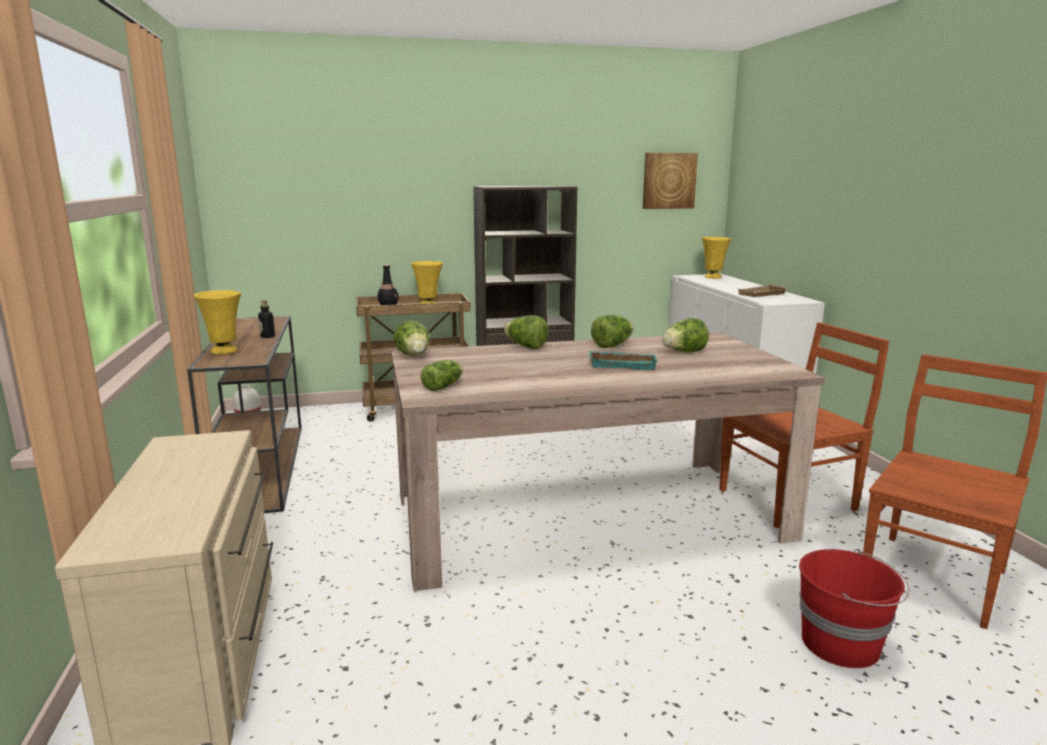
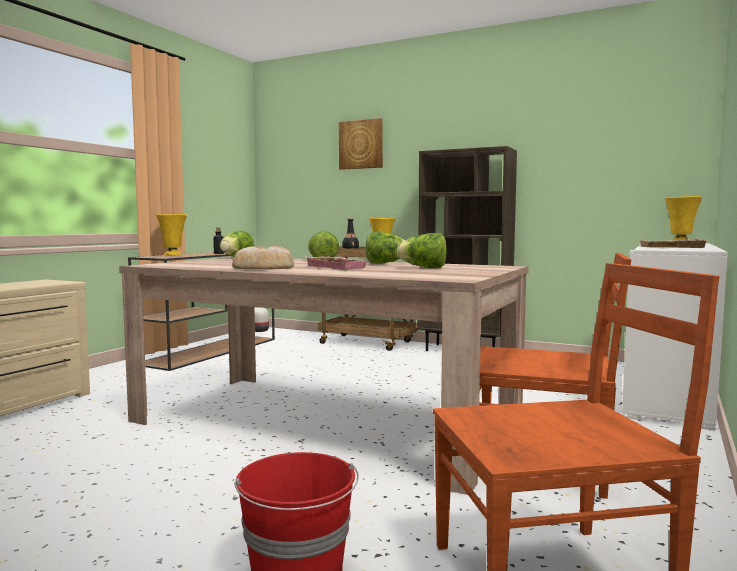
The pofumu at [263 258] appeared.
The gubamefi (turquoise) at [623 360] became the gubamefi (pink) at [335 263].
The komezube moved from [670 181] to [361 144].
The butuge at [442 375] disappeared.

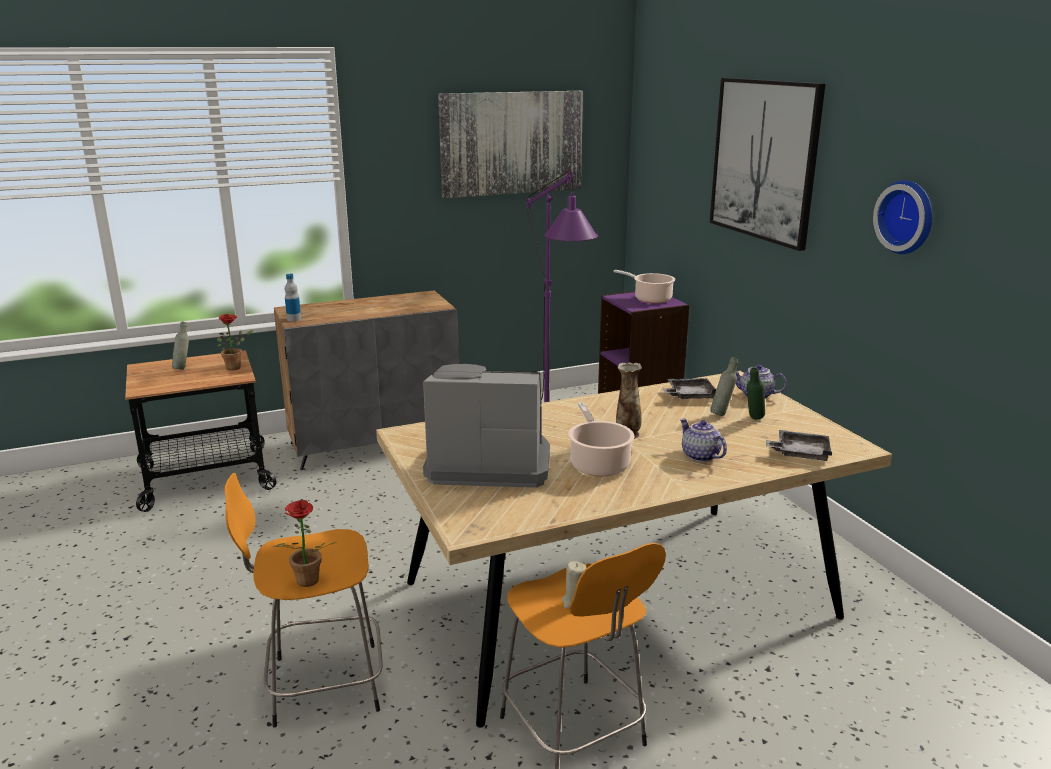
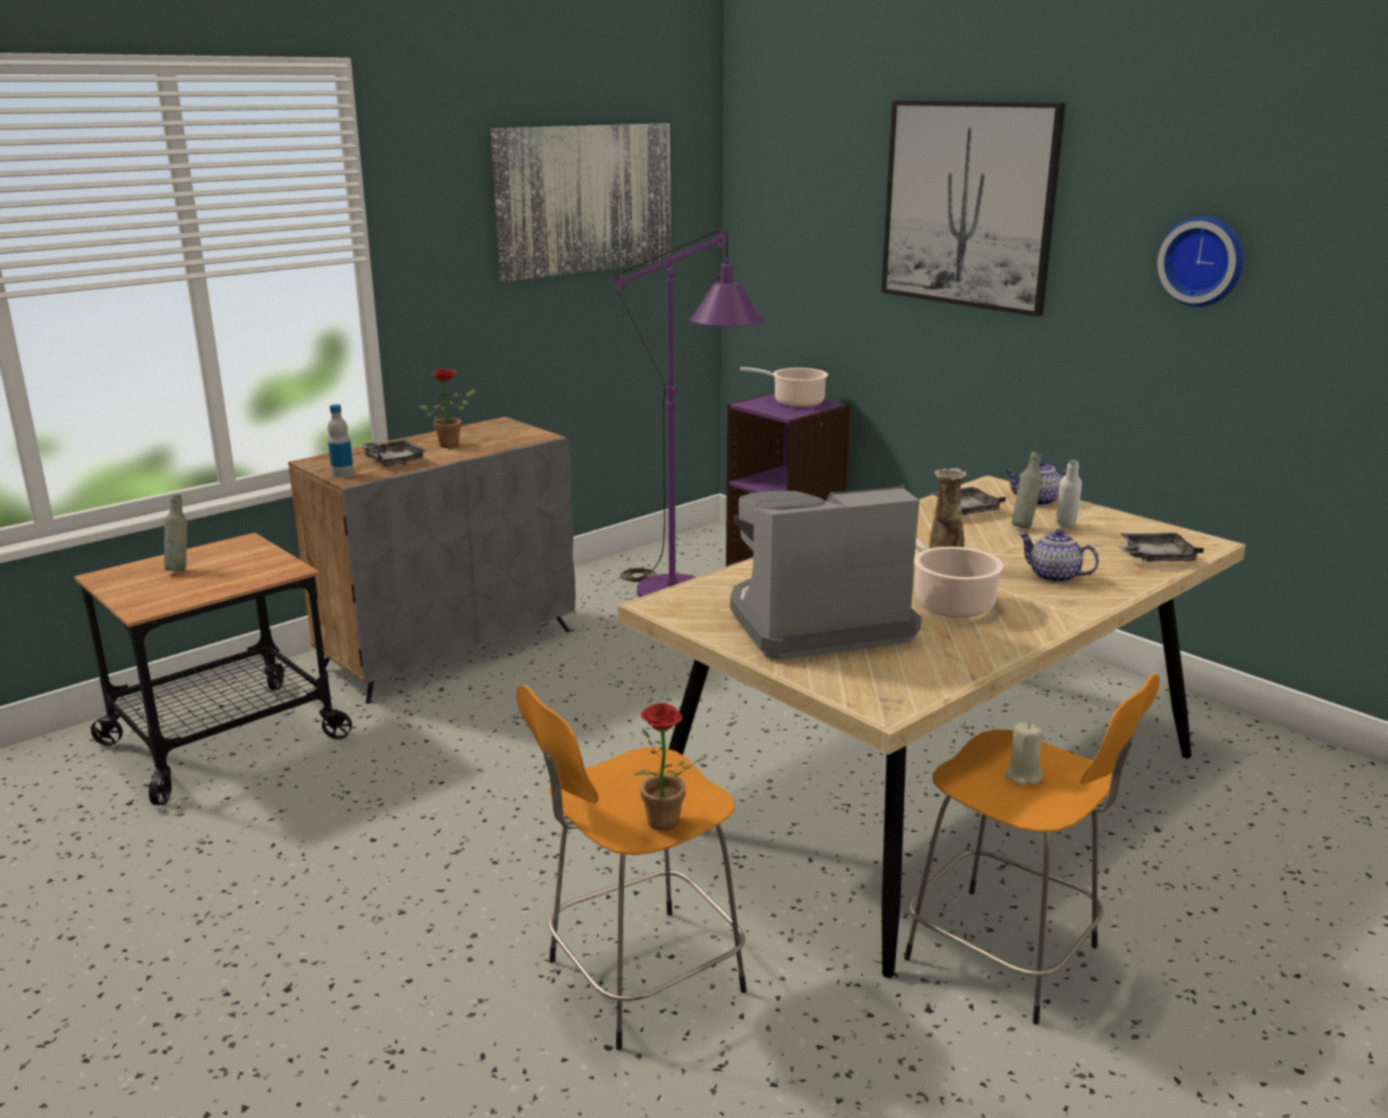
The gubamefi (grey) at [393 453] appeared.
The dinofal moved from [235 342] to [447 408].
The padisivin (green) at [756 393] became the padisivin (white) at [1069 493].

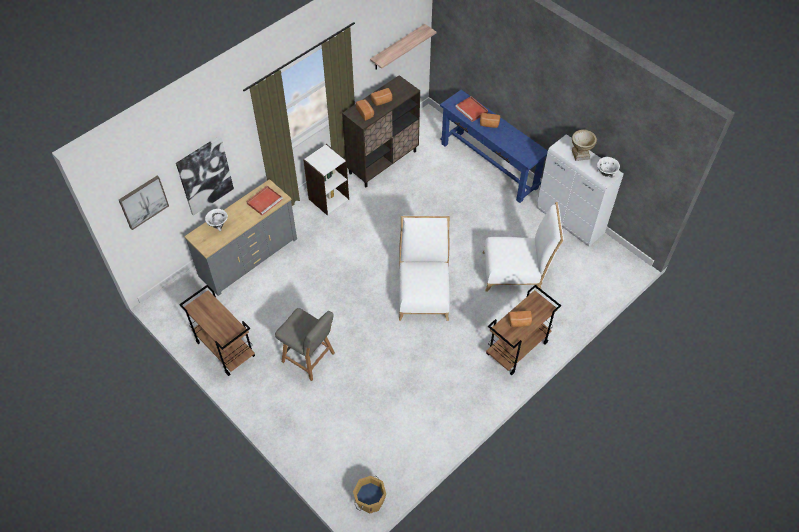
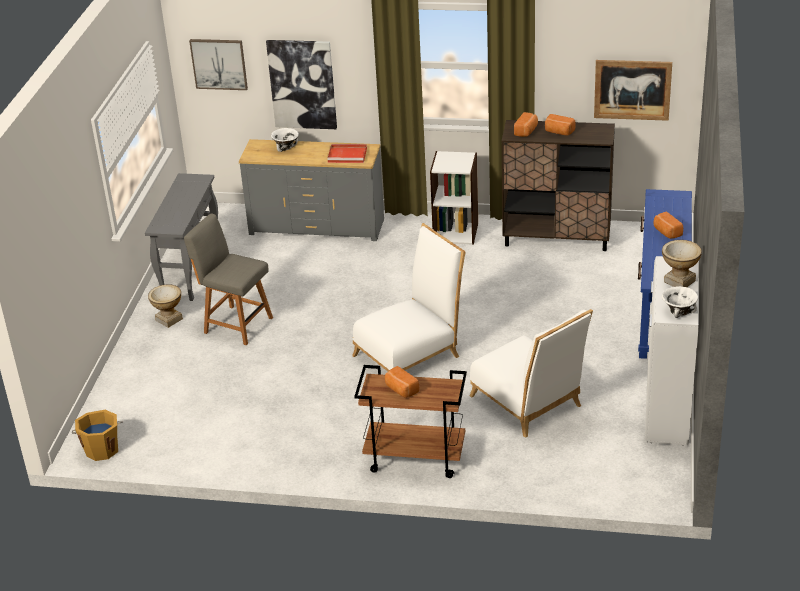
The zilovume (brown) at [217 330] was replaced by the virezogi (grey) at [181 237].
The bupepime at [165 306] appeared.
The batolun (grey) at [305 344] turned 120 degrees clockwise.
The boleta at [403 47] was replaced by the komezube at [633 90].
The gubamefi (red) at [471 109] disappeared.

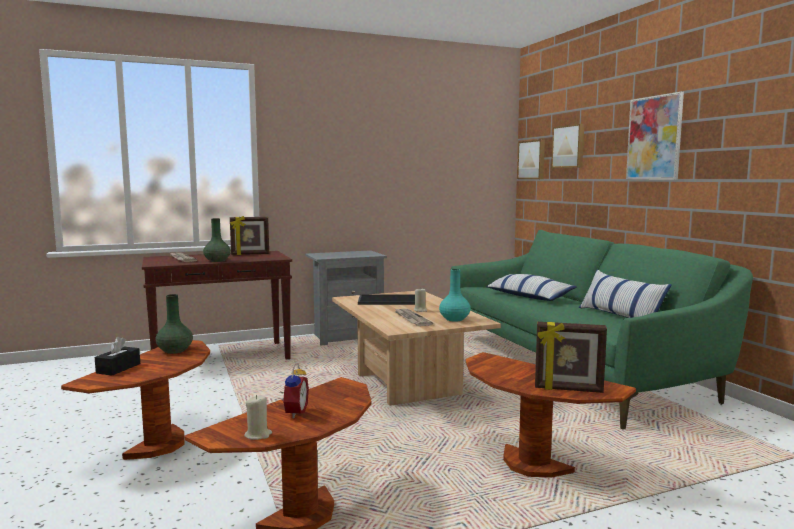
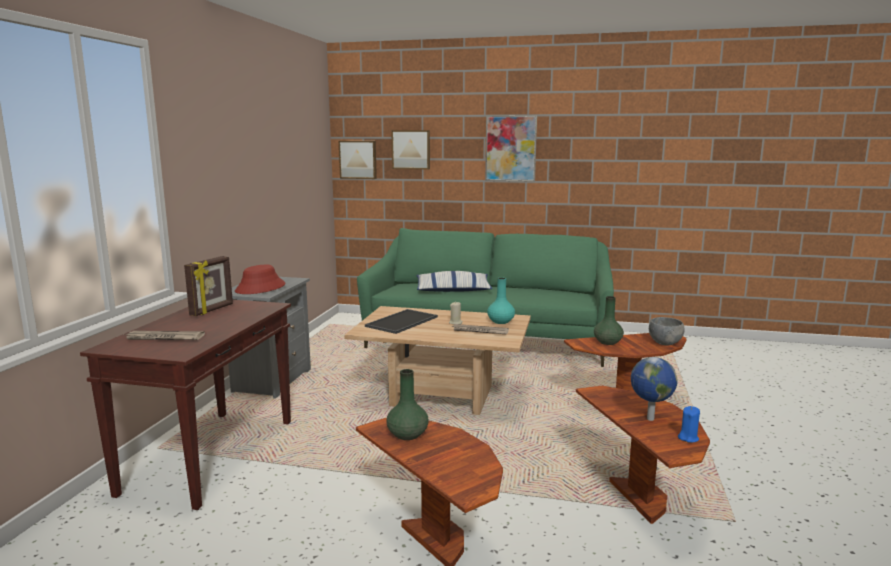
The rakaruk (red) at [260 279] appeared.
The bupepime (green) moved from [217 240] to [609 320].
The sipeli at [295 390] was replaced by the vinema at [654 389].
The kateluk at [571 357] was replaced by the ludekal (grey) at [666 331].
The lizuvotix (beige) at [258 417] became the lizuvotix (blue) at [689 424].
The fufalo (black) at [117 356] disappeared.
The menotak at [625 293] disappeared.

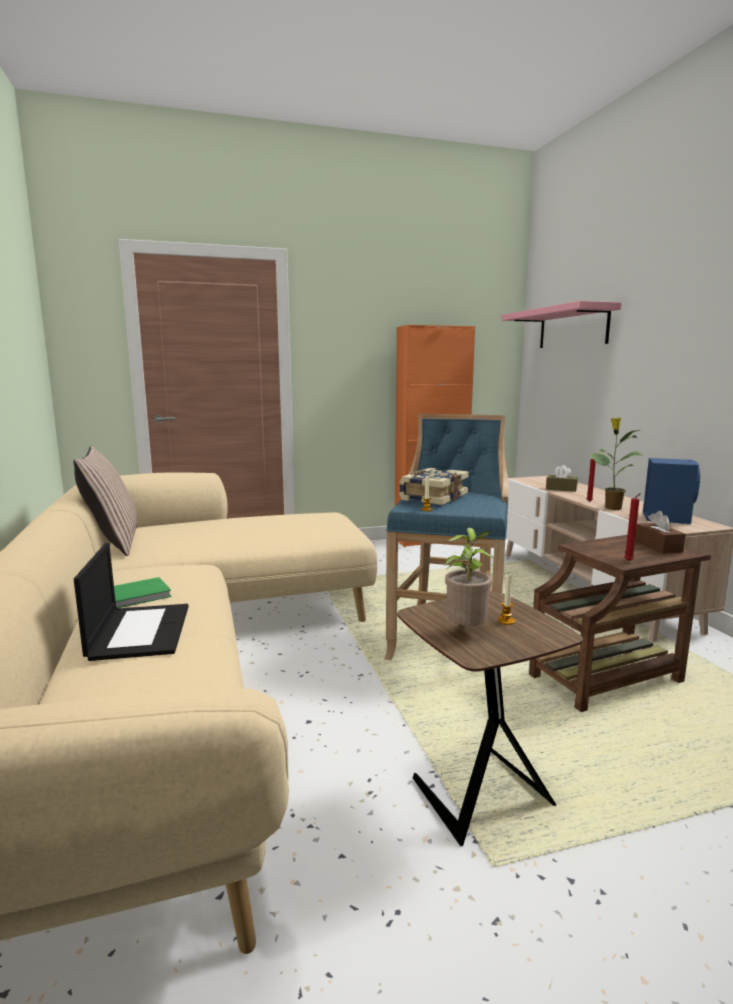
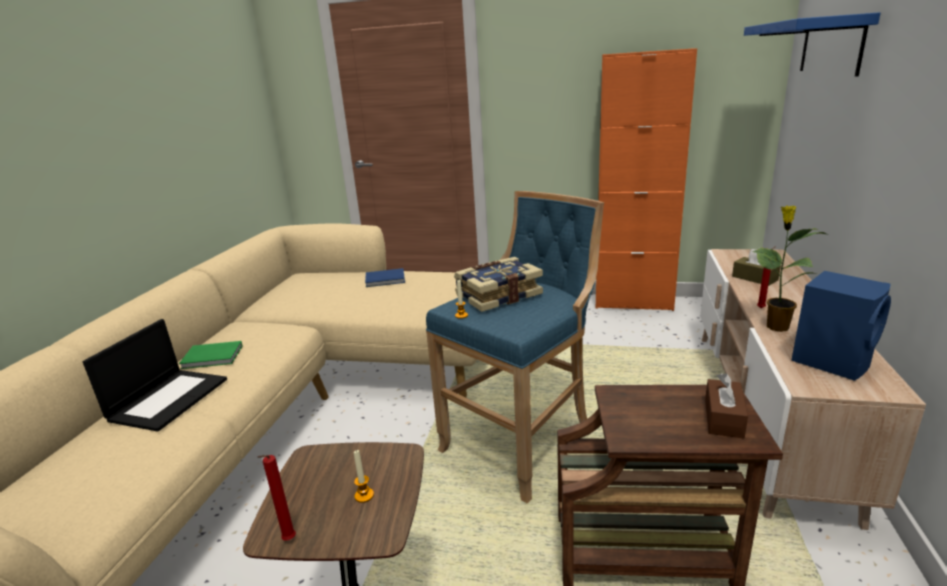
The lizuvotix (red) moved from [632 527] to [276 498].
The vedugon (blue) at [385 277] appeared.
The boleta (pink) at [561 324] became the boleta (blue) at [812 44].
The menotak at [105 501] disappeared.
The dinofal at [469 577] disappeared.

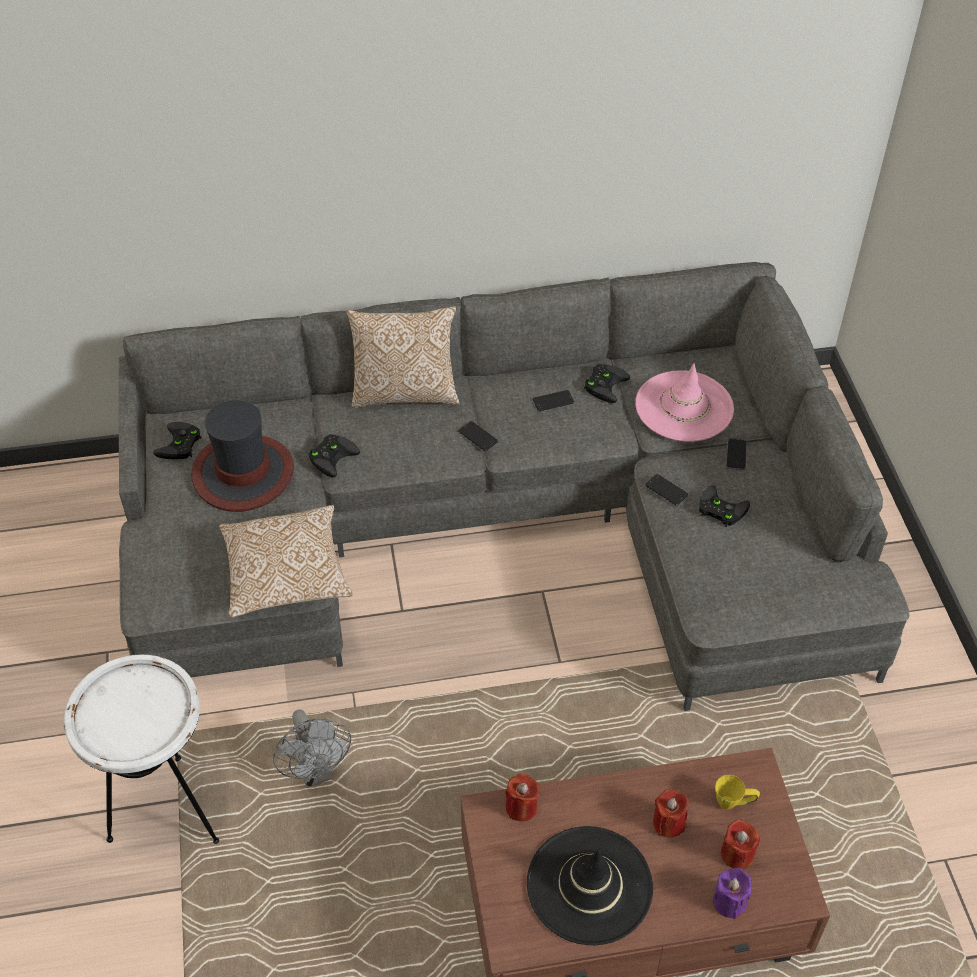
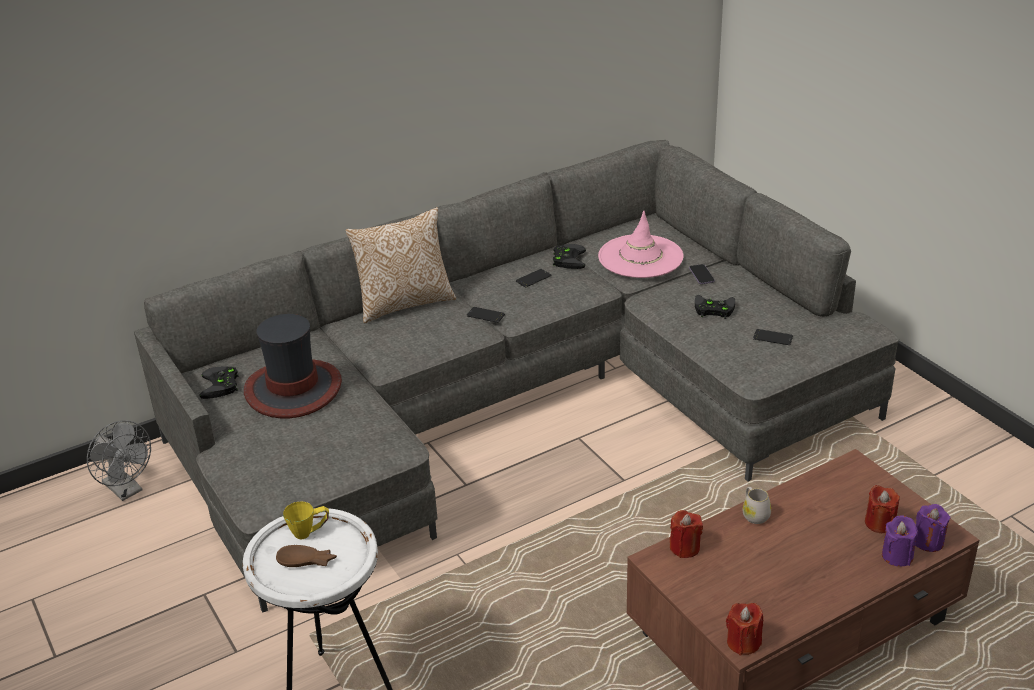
The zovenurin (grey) moved from [312 748] to [119 460].
The ludekal (brown) at [306 556] appeared.
The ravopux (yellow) moved from [737 792] to [306 520].
The lizuvotix (red) moved from [670 813] to [744 629].
The ravopux (white) at [757 505] appeared.
The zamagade moved from [666 490] to [773 337].
The lizuvotix (purple) at [932 528] appeared.
The menotak at [286 561] disappeared.
The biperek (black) at [334 455] disappeared.
The rakaruk (black) at [590 885] disappeared.

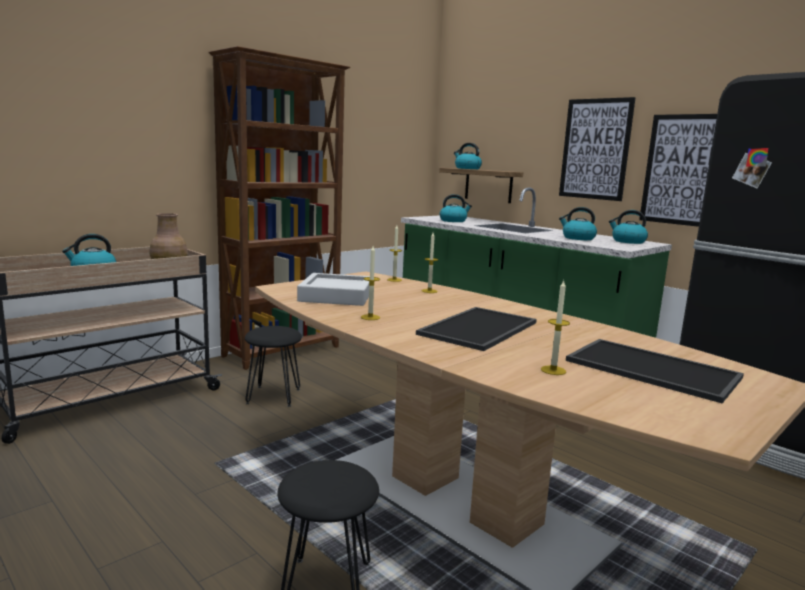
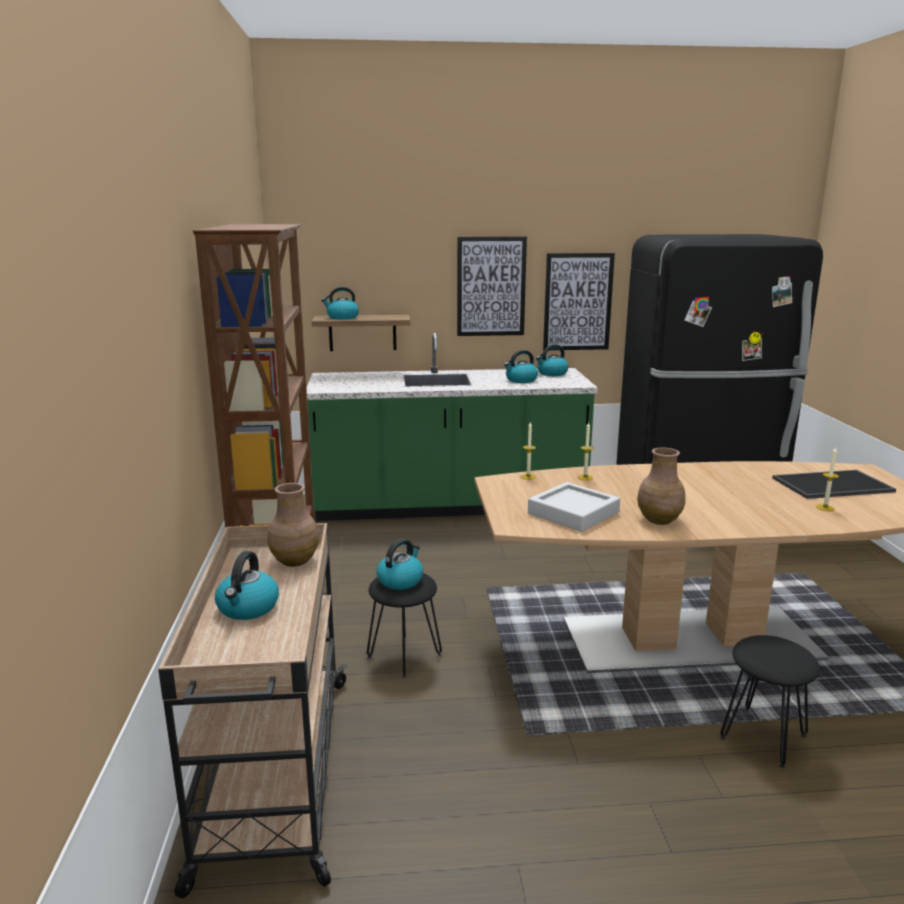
The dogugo moved from [456 208] to [399 564].
The lizuvotix at [370 283] was replaced by the bupepime (brown) at [661 486].
The gubamefi at [476 329] disappeared.

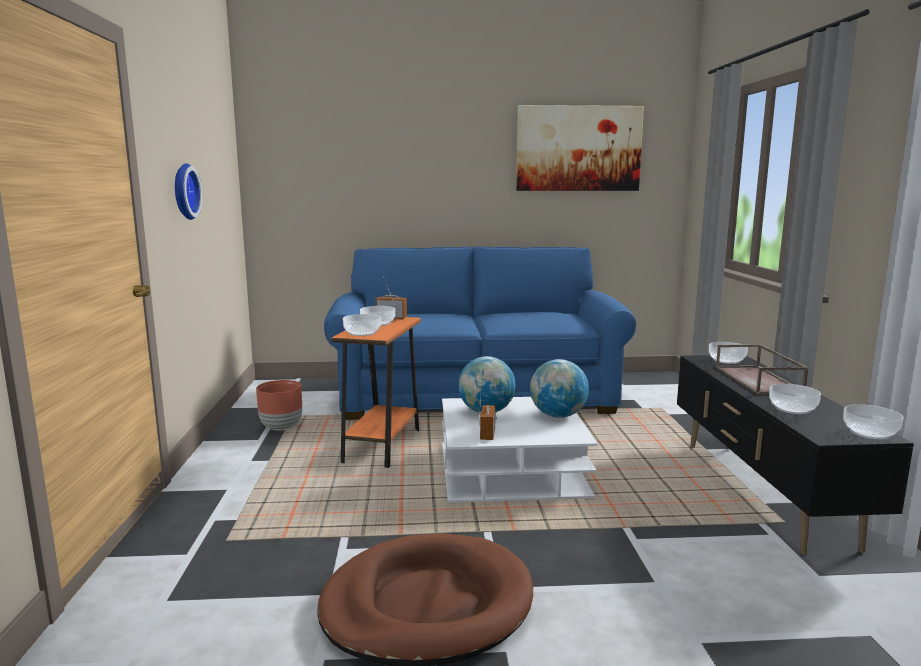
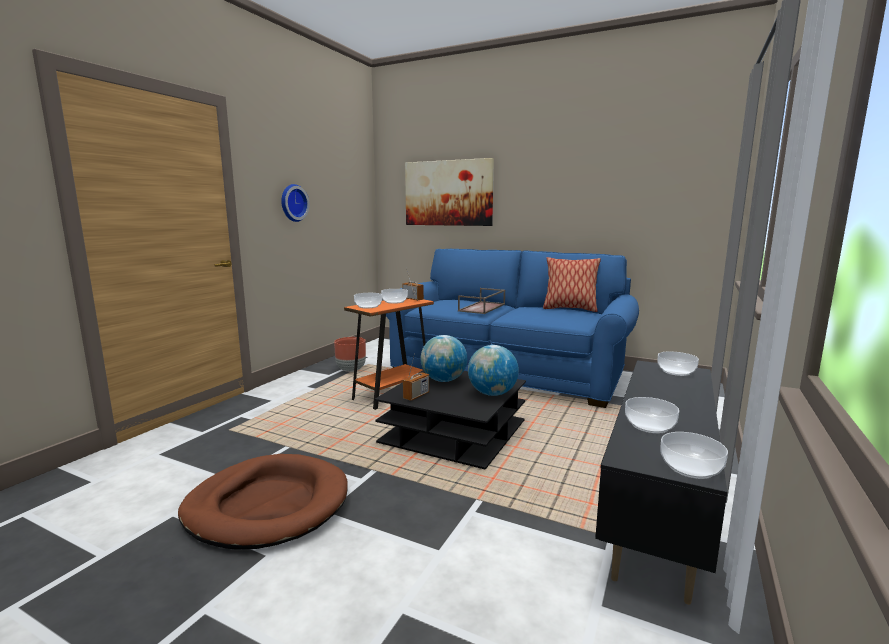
The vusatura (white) at [520 450] became the vusatura (black) at [450 420].
The komezube moved from [580 148] to [449 192].
The gubamefi (brown) moved from [762 369] to [481 301].
The menotak at [572 284] appeared.

